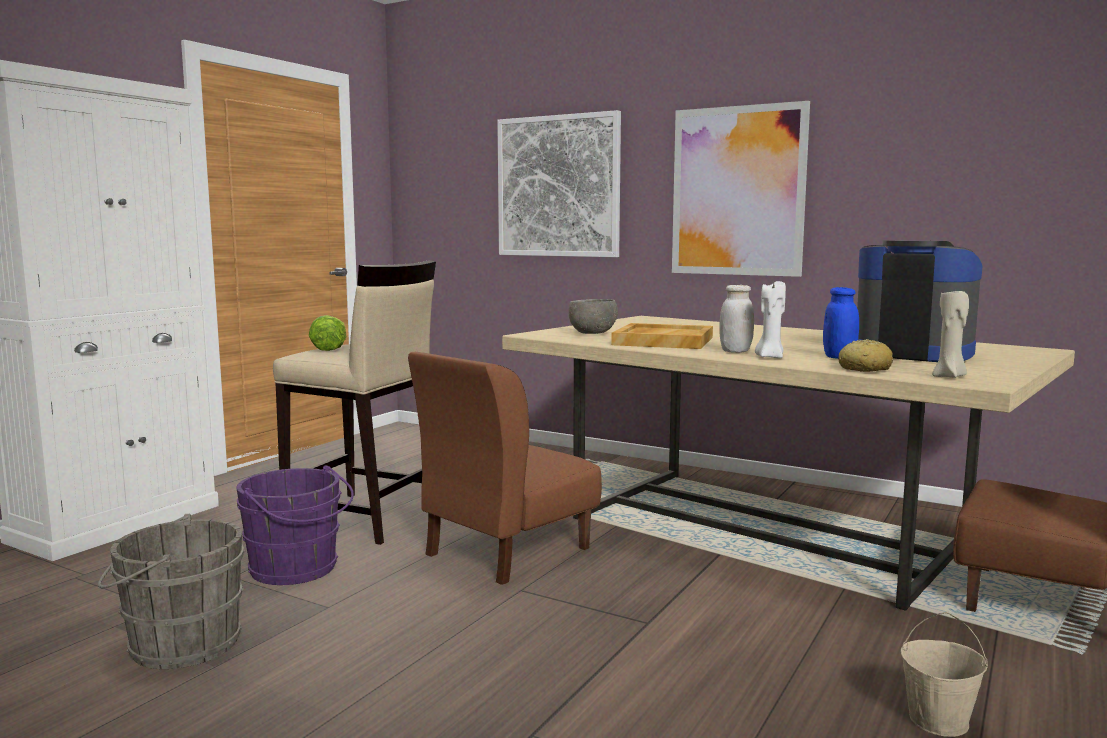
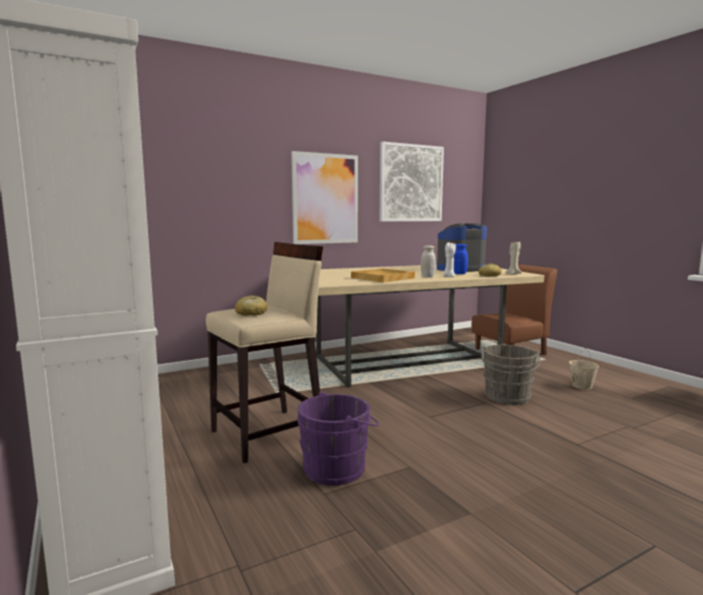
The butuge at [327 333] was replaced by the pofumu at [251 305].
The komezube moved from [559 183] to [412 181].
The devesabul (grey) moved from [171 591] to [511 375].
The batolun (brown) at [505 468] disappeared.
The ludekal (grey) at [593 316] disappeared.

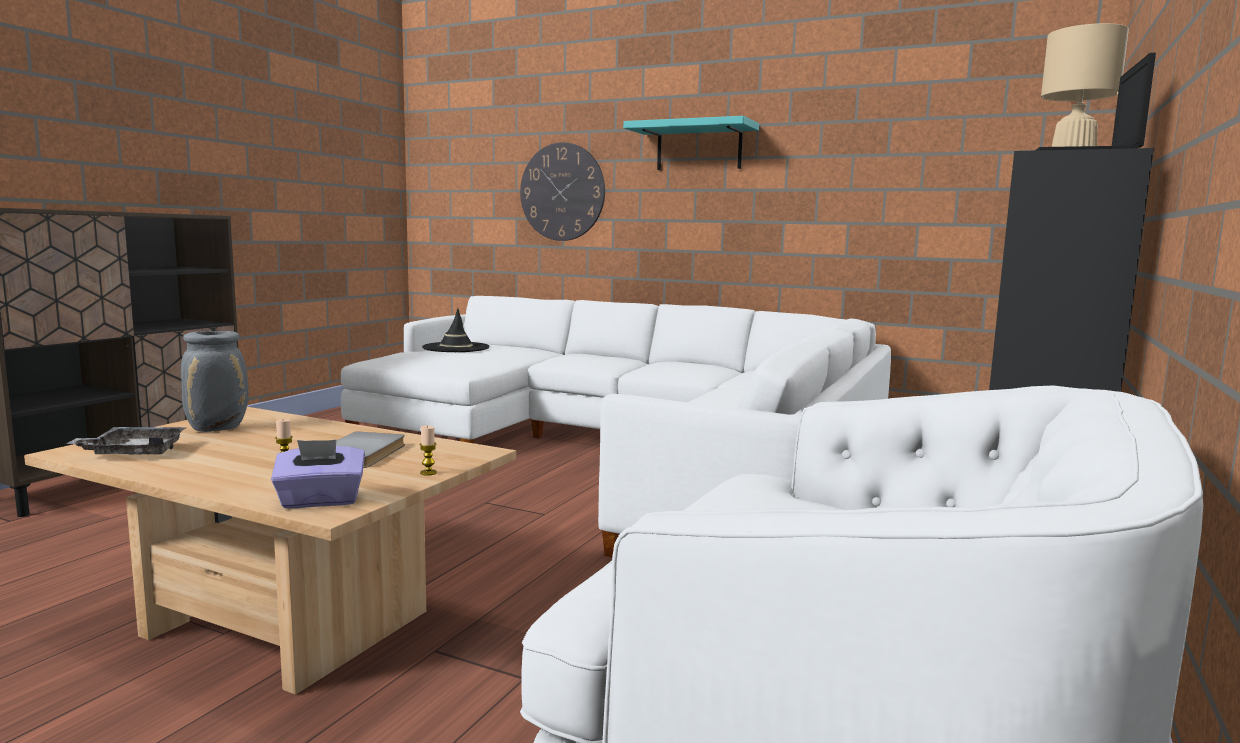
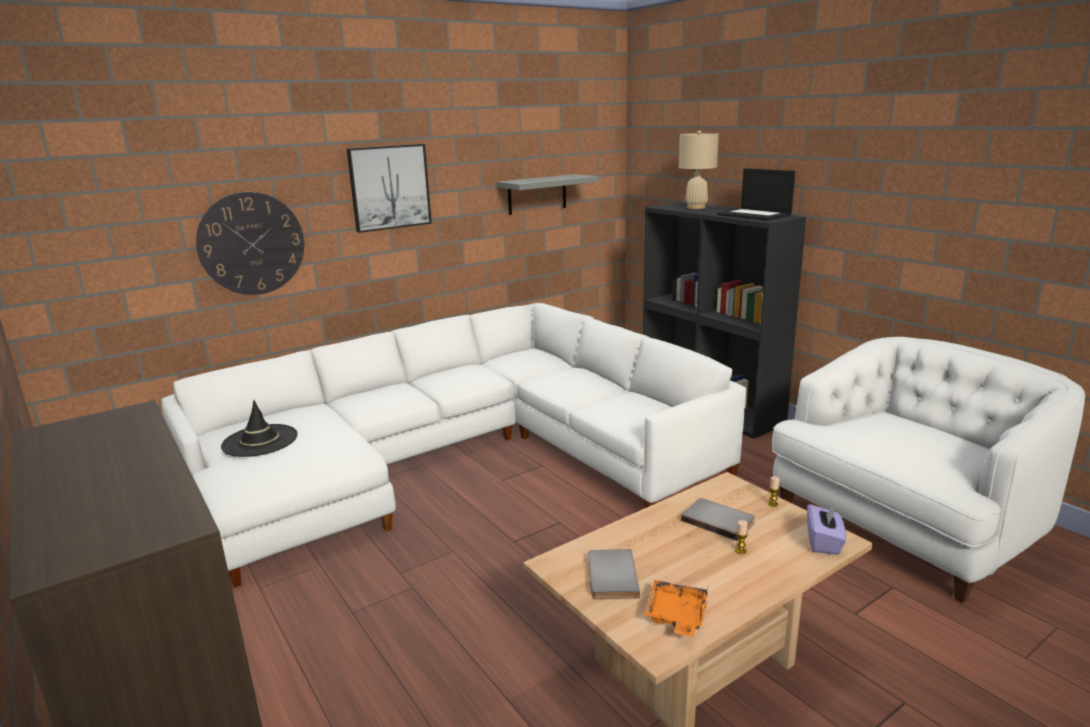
The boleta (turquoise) at [691 143] was replaced by the komezube at [389 188].
The boleta (grey) at [548 194] appeared.
The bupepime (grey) at [215 381] was replaced by the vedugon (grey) at [614 574].
The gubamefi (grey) at [126 441] became the gubamefi (orange) at [676 608].

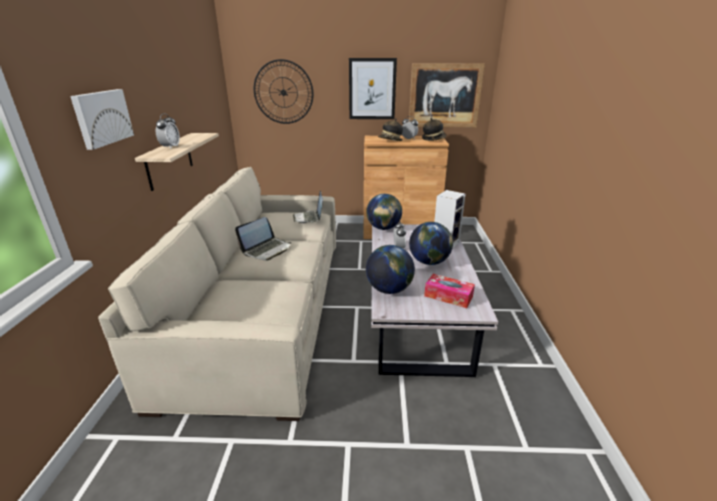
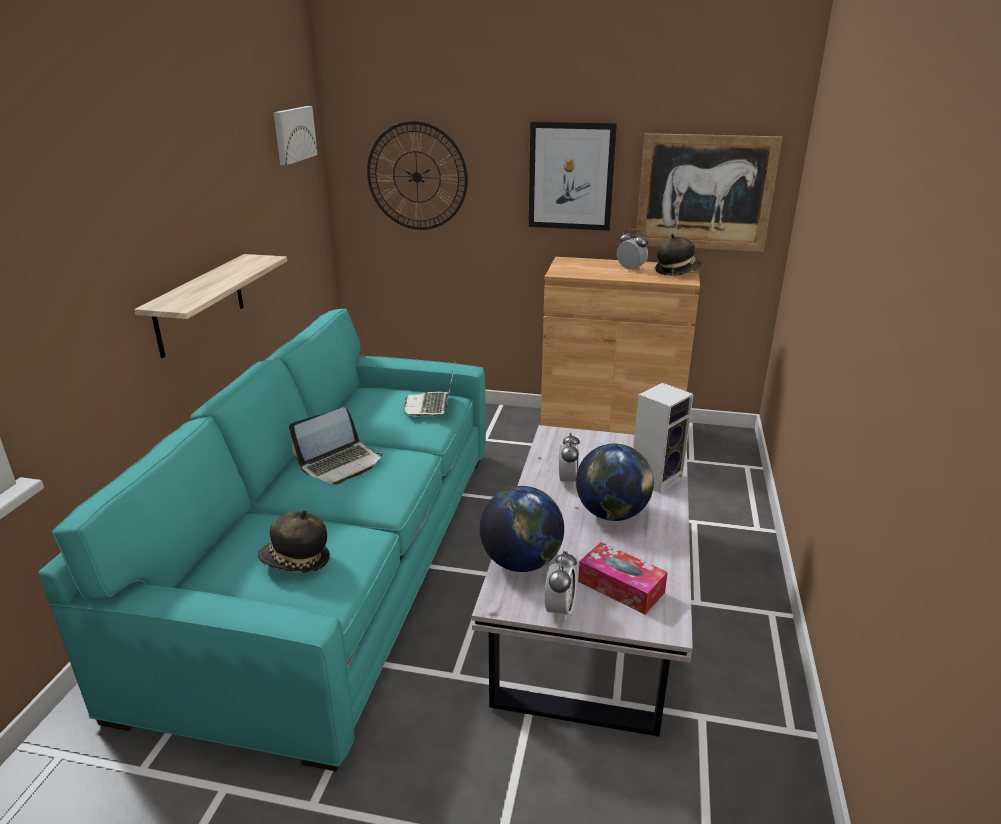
The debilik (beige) at [217 294] became the debilik (turquoise) at [262 540].
The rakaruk moved from [390 130] to [294 541].
The komezube moved from [102 119] to [295 135].
The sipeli moved from [167 131] to [561 586].
The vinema at [384 212] disappeared.

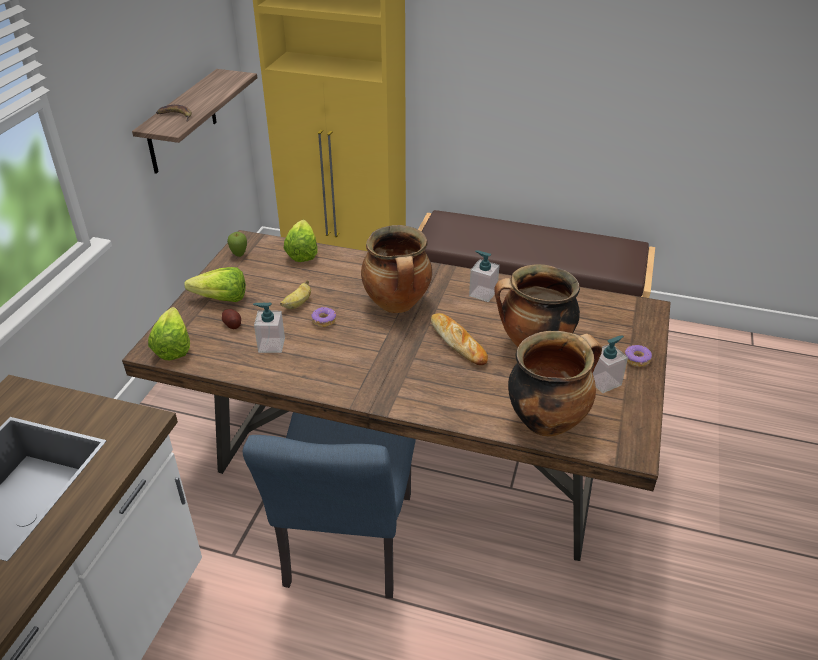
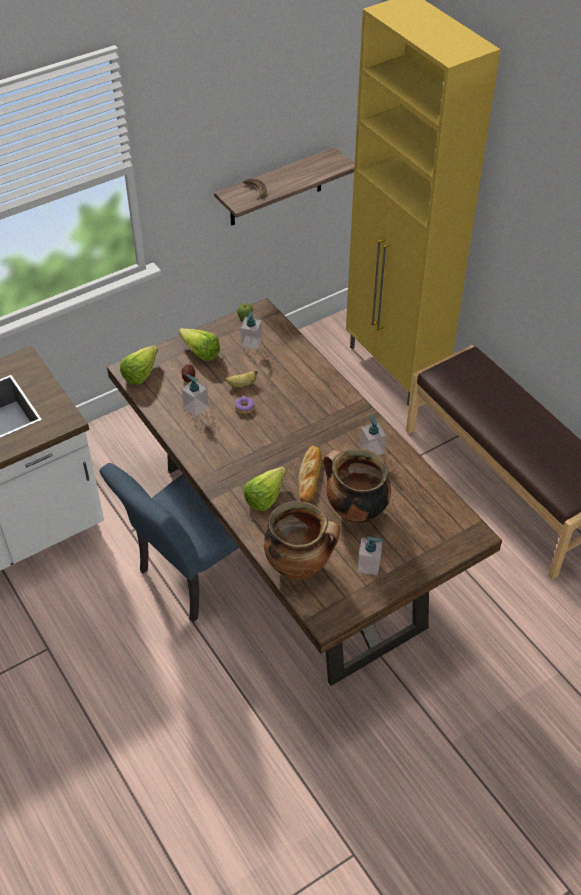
The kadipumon at [251 330] appeared.
The butuge moved from [300 241] to [264 489].
The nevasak at [396 269] disappeared.
The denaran at [638 356] disappeared.

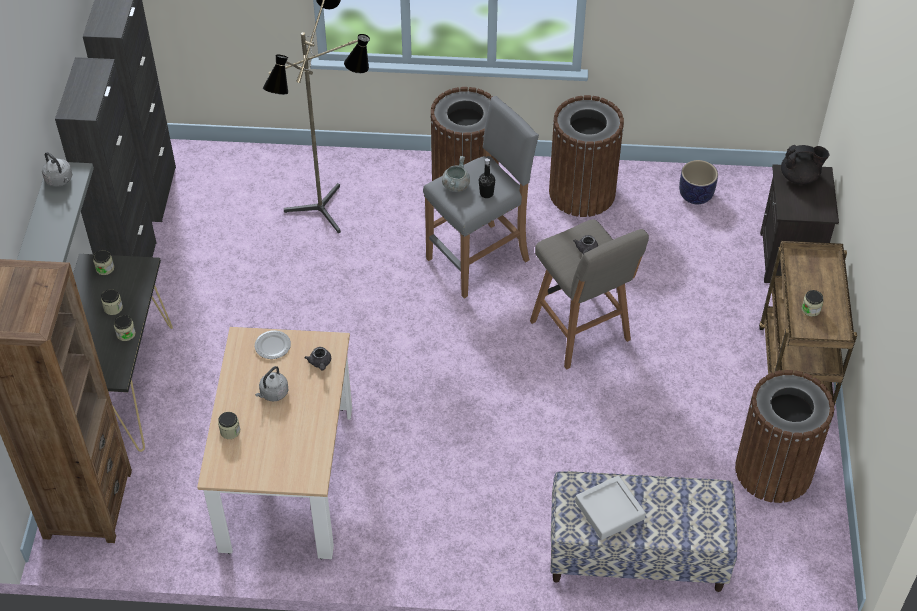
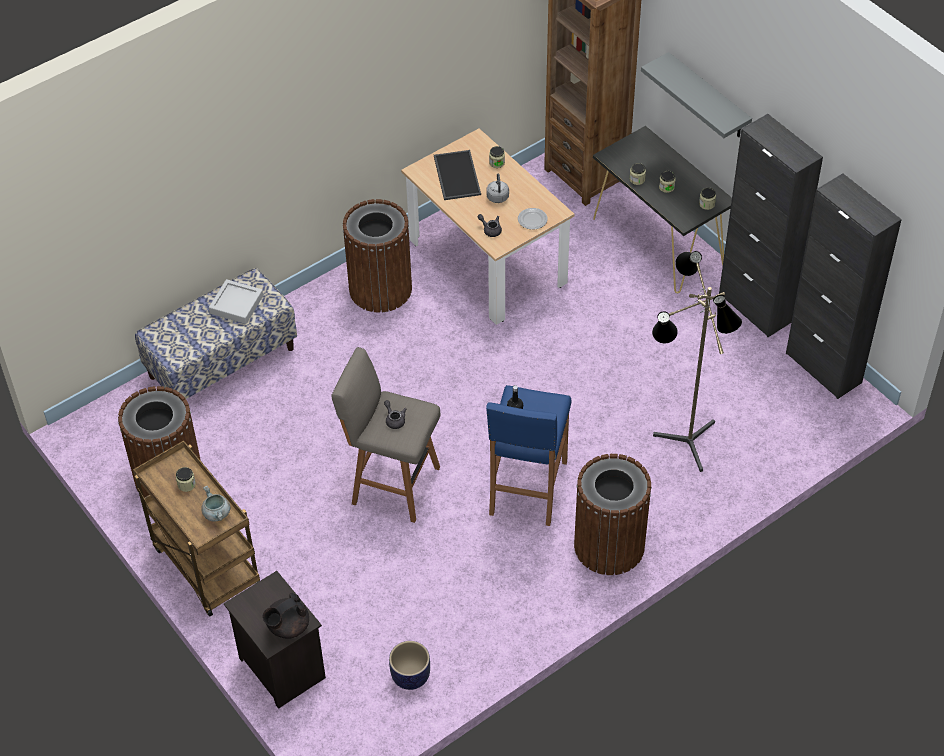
The nevasak (grey) moved from [456 174] to [215 504].
The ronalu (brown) moved from [586 156] to [377 256].
The gubamefi at [457 175] appeared.
The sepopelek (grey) at [481 197] became the sepopelek (blue) at [528 455].
The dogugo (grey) at [57 169] disappeared.

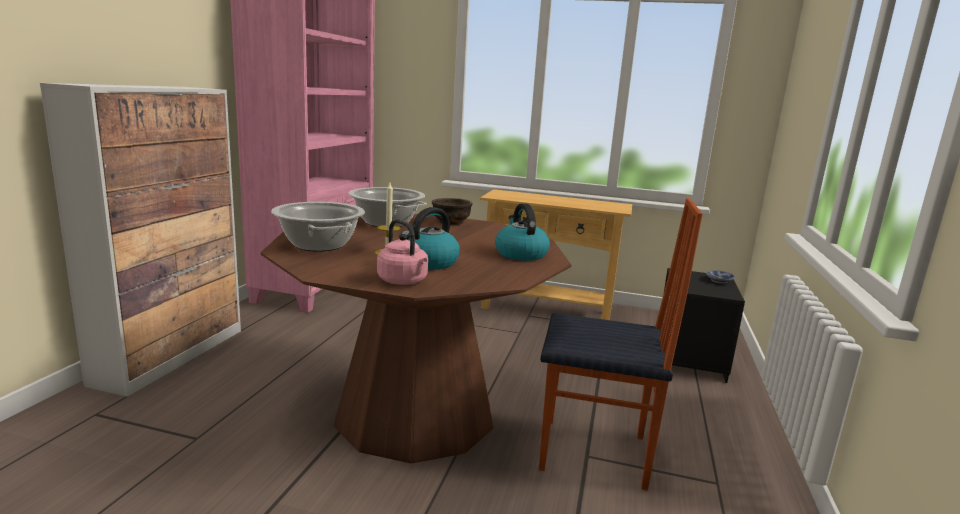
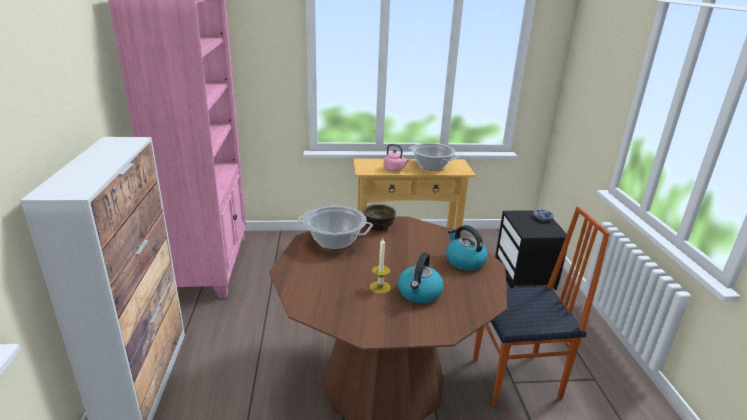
The dogugo (pink) moved from [402 252] to [397 157].
The nevasak moved from [318 226] to [433 157].

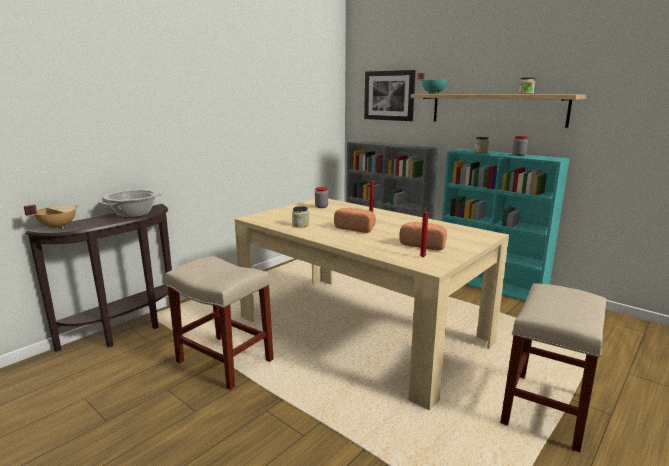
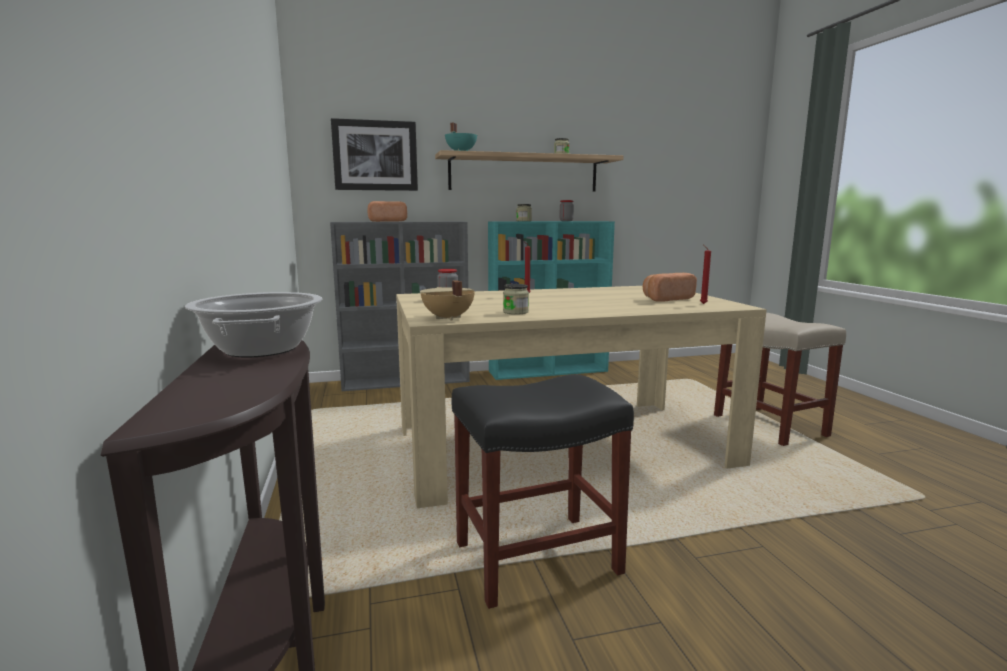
The pofumu moved from [355 220] to [387 211].
The nevasak (beige) moved from [51 217] to [447 300].
The sepopelek (beige) at [219 323] became the sepopelek (black) at [542 491].

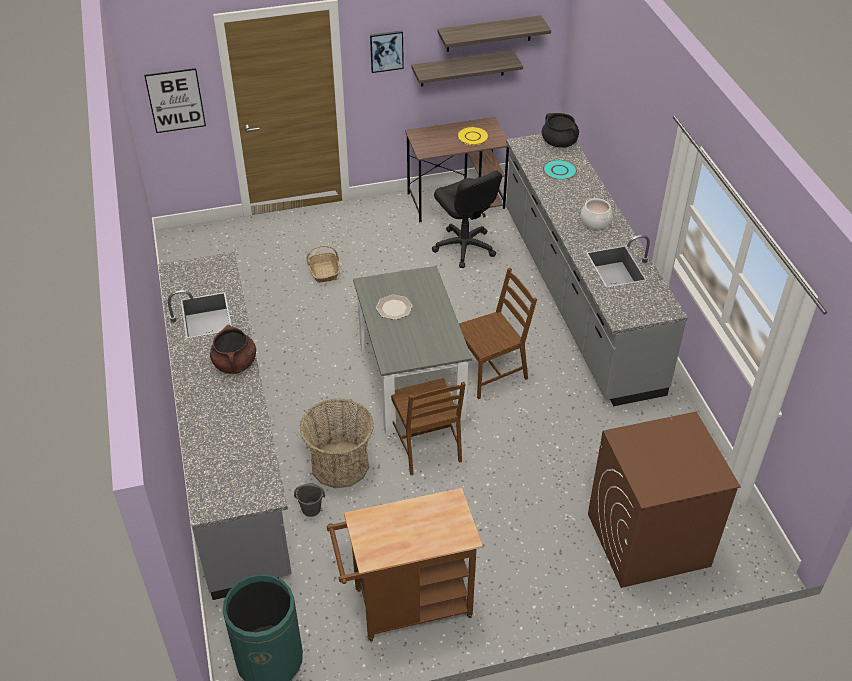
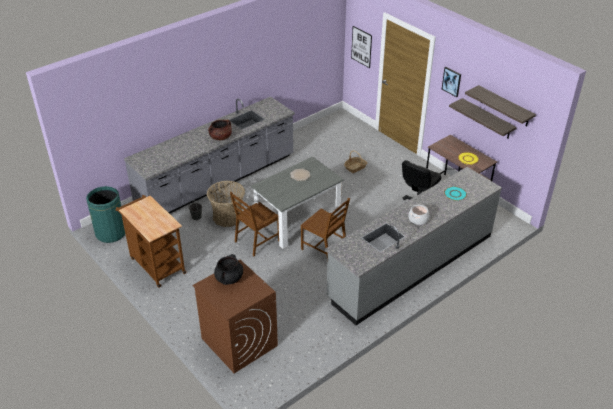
The nevasak (black) moved from [560 130] to [228 269].

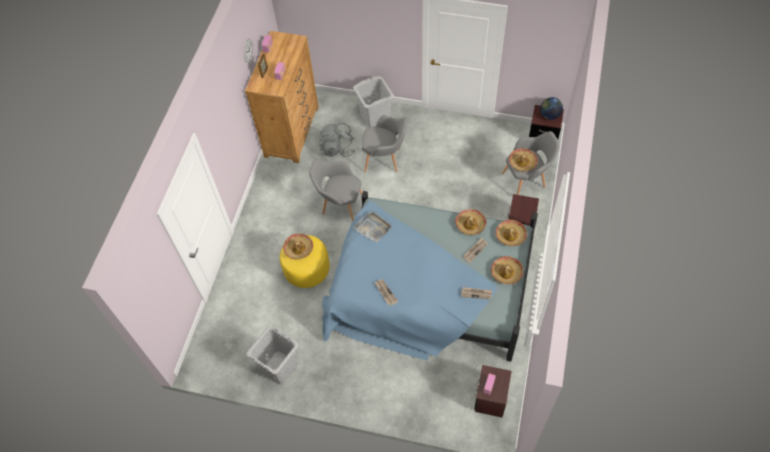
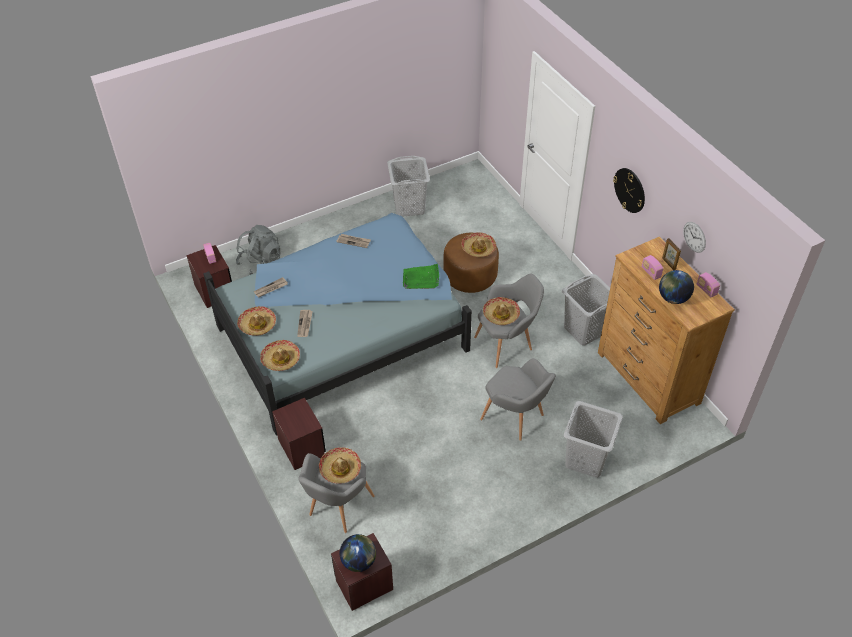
The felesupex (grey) moved from [337 140] to [258 250].
The gubamefi (grey) at [372 227] became the gubamefi (green) at [421 276].
The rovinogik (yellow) at [305 261] became the rovinogik (brown) at [471 263].
The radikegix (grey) at [384 144] turned 105 degrees counterclockwise.
The rakaruk moved from [470 222] to [501 311].
The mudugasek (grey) at [586 309] appeared.
The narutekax at [629 190] appeared.
The vinema at [676 287] appeared.

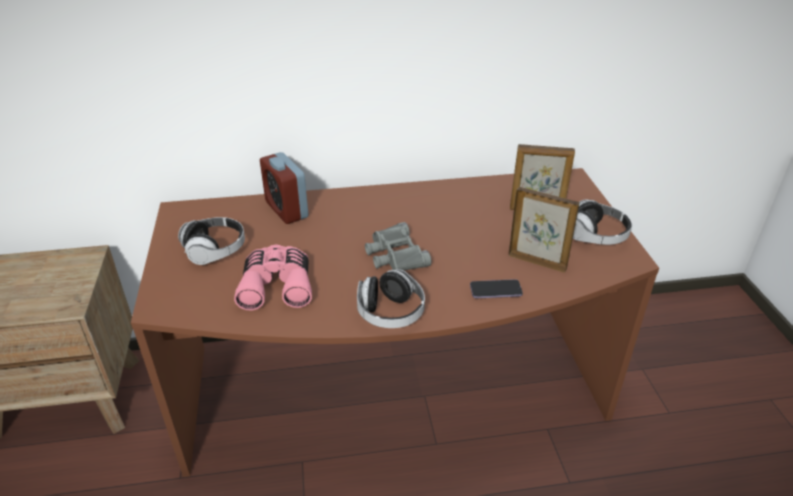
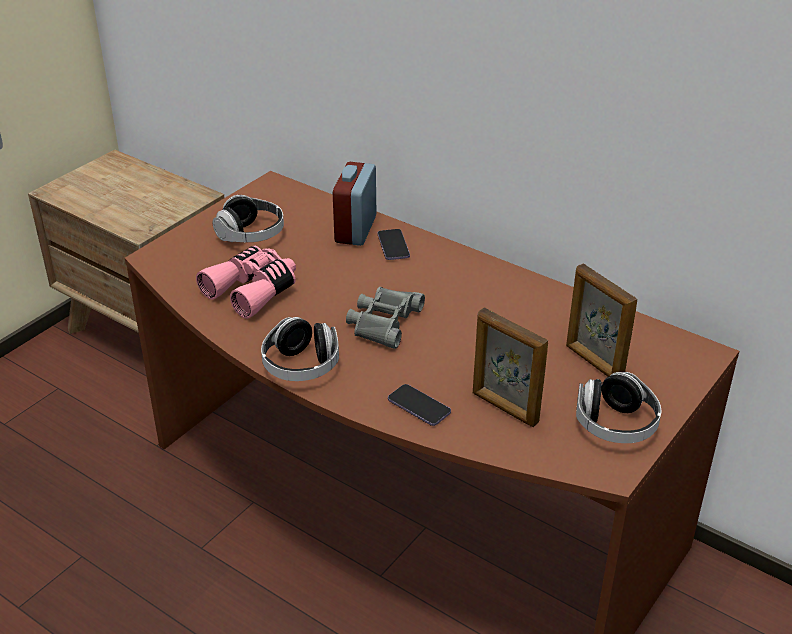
The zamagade at [394 244] appeared.
The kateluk at [544 230] turned 150 degrees clockwise.

